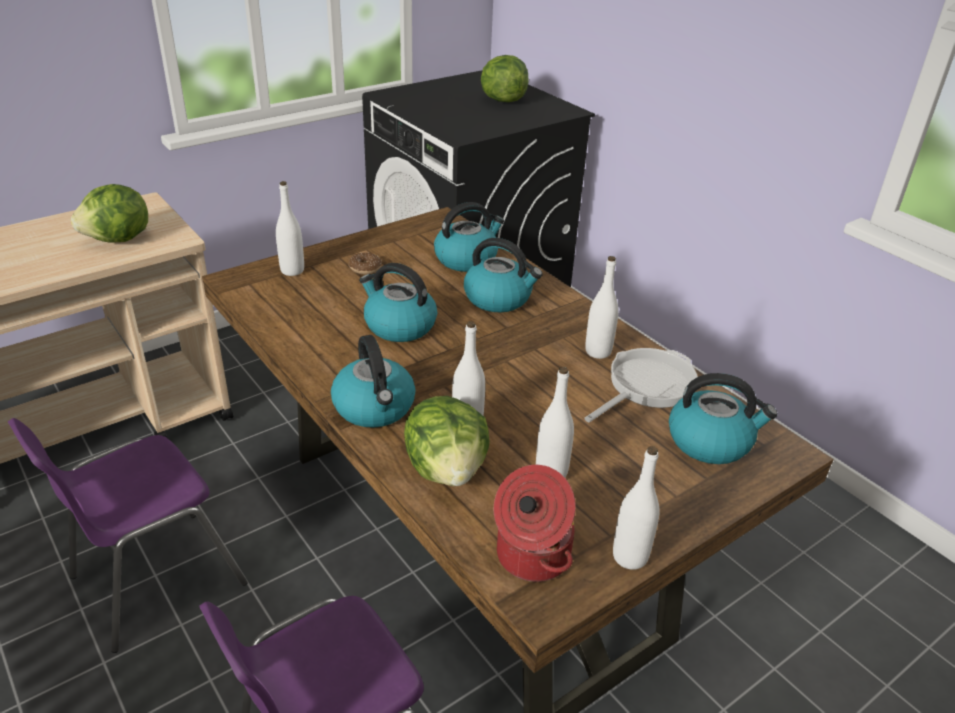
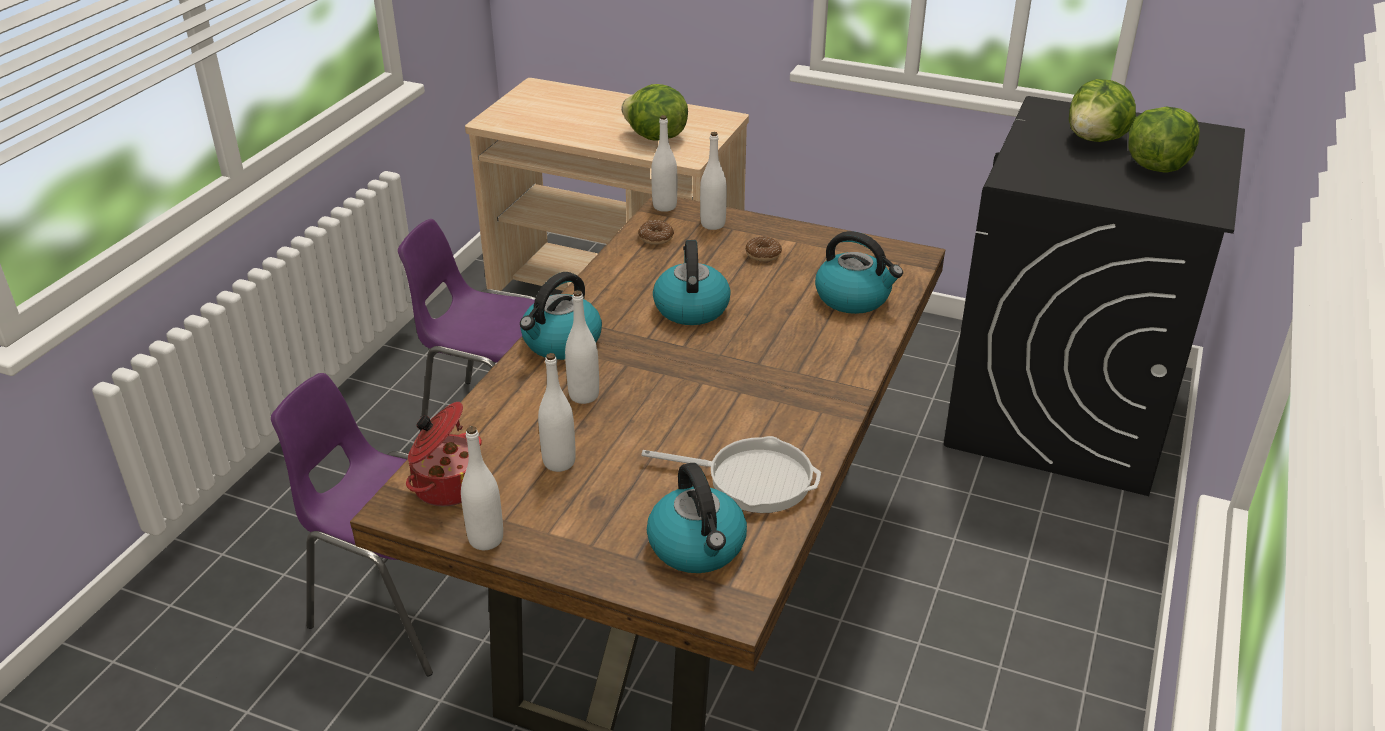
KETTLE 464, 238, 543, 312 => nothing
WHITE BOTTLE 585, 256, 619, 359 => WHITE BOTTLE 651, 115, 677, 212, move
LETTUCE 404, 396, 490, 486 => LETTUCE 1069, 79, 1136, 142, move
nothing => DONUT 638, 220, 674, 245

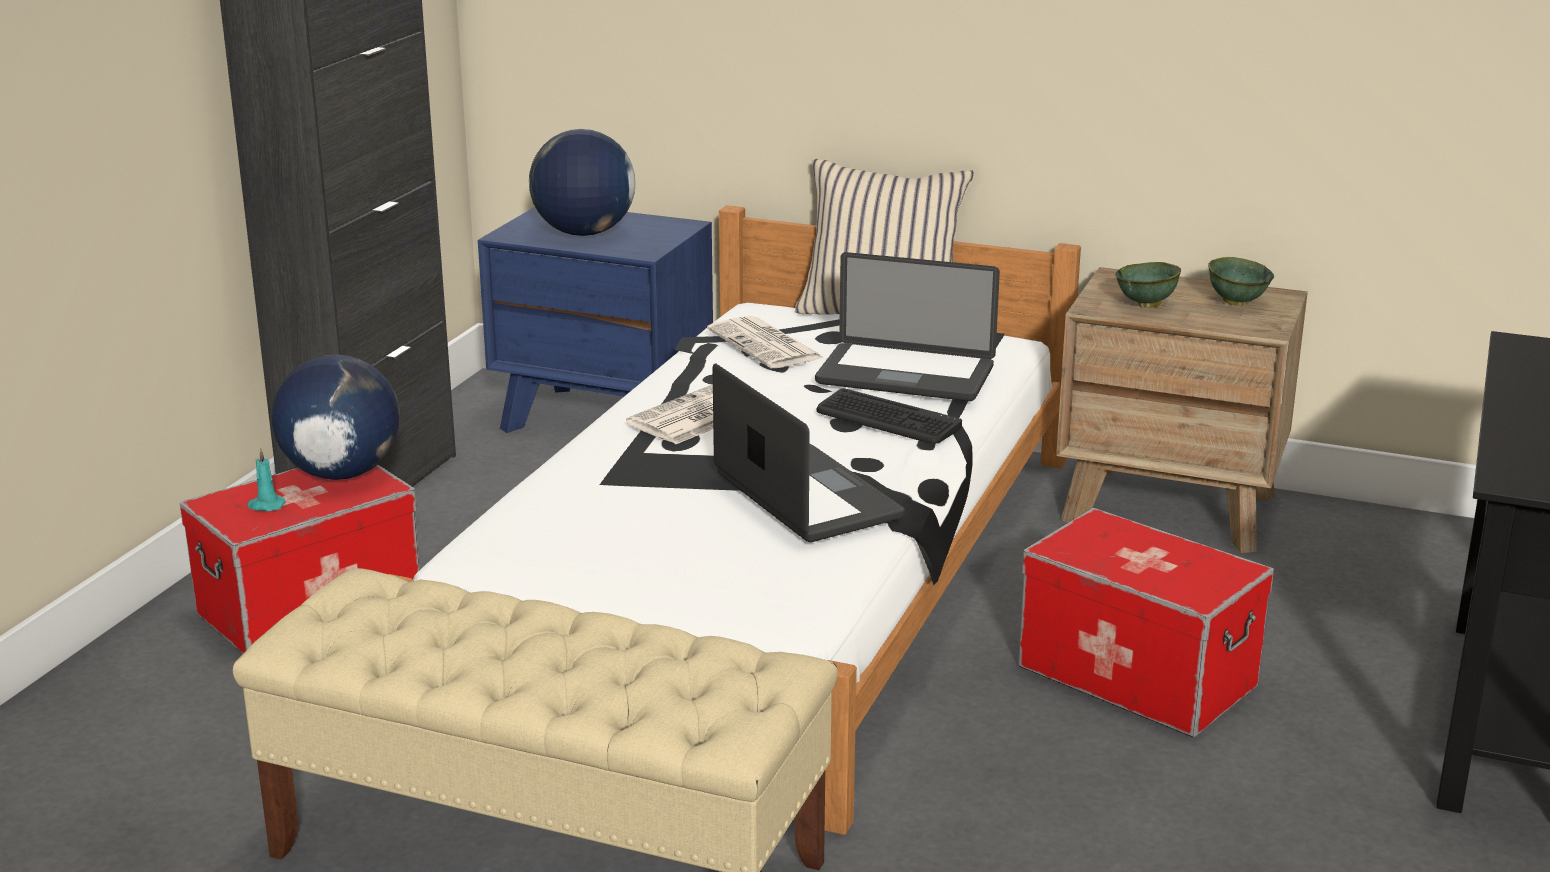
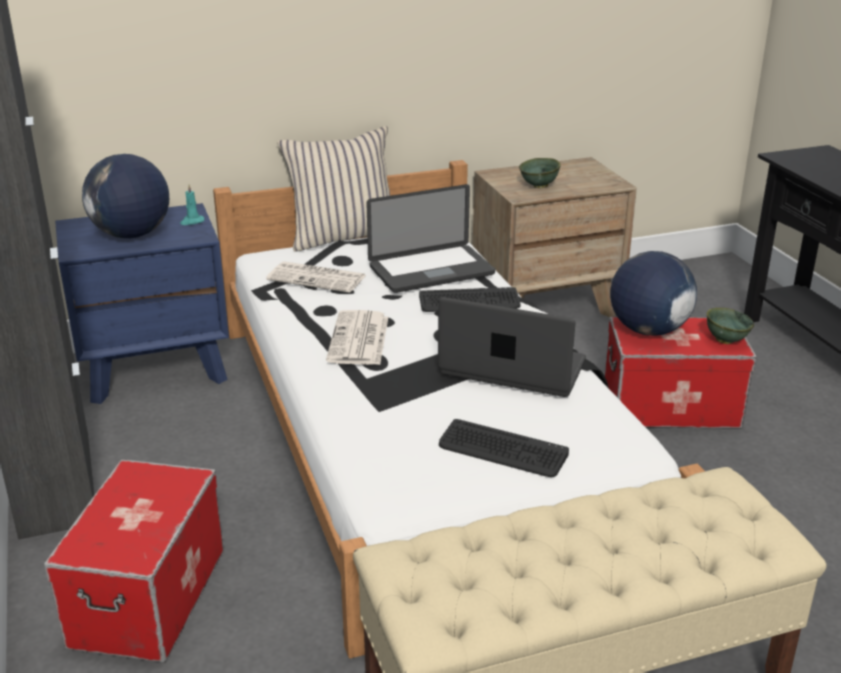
GREEN BOWL 1208, 257, 1274, 306 => GREEN BOWL 707, 308, 754, 344, move
GLOBE 272, 354, 400, 480 => GLOBE 610, 251, 697, 336, move
TURQUOISE CANDLE 247, 448, 286, 511 => TURQUOISE CANDLE 180, 184, 205, 225, move
nothing => KEYBOARD 439, 419, 569, 477

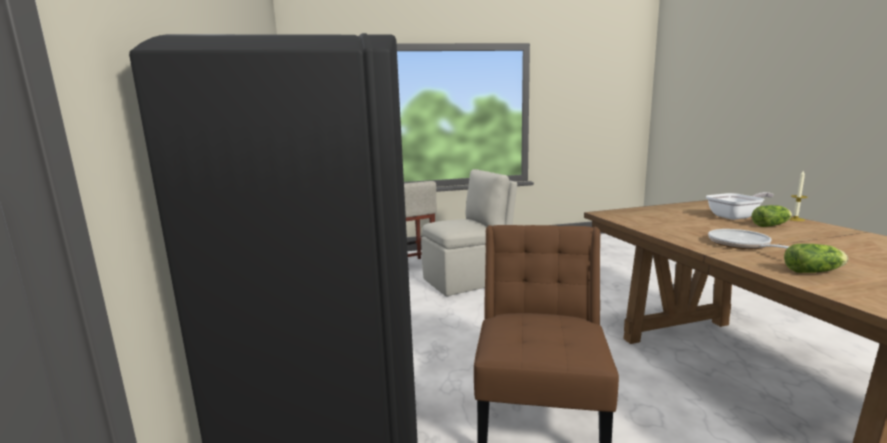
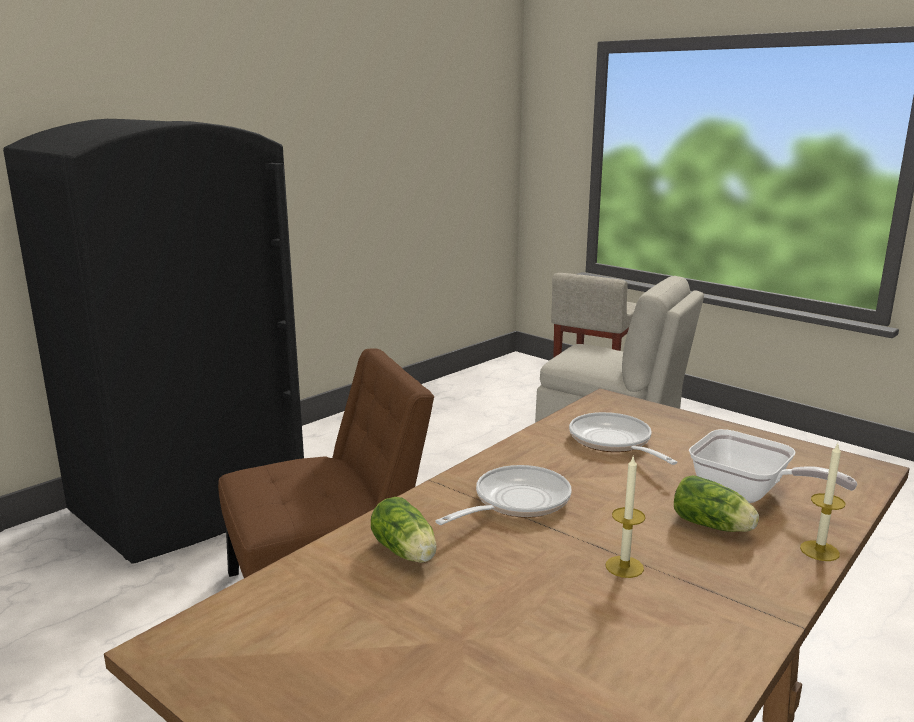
nothing => FRYING PAN 569, 412, 678, 465
nothing => CANDLE 605, 455, 645, 578

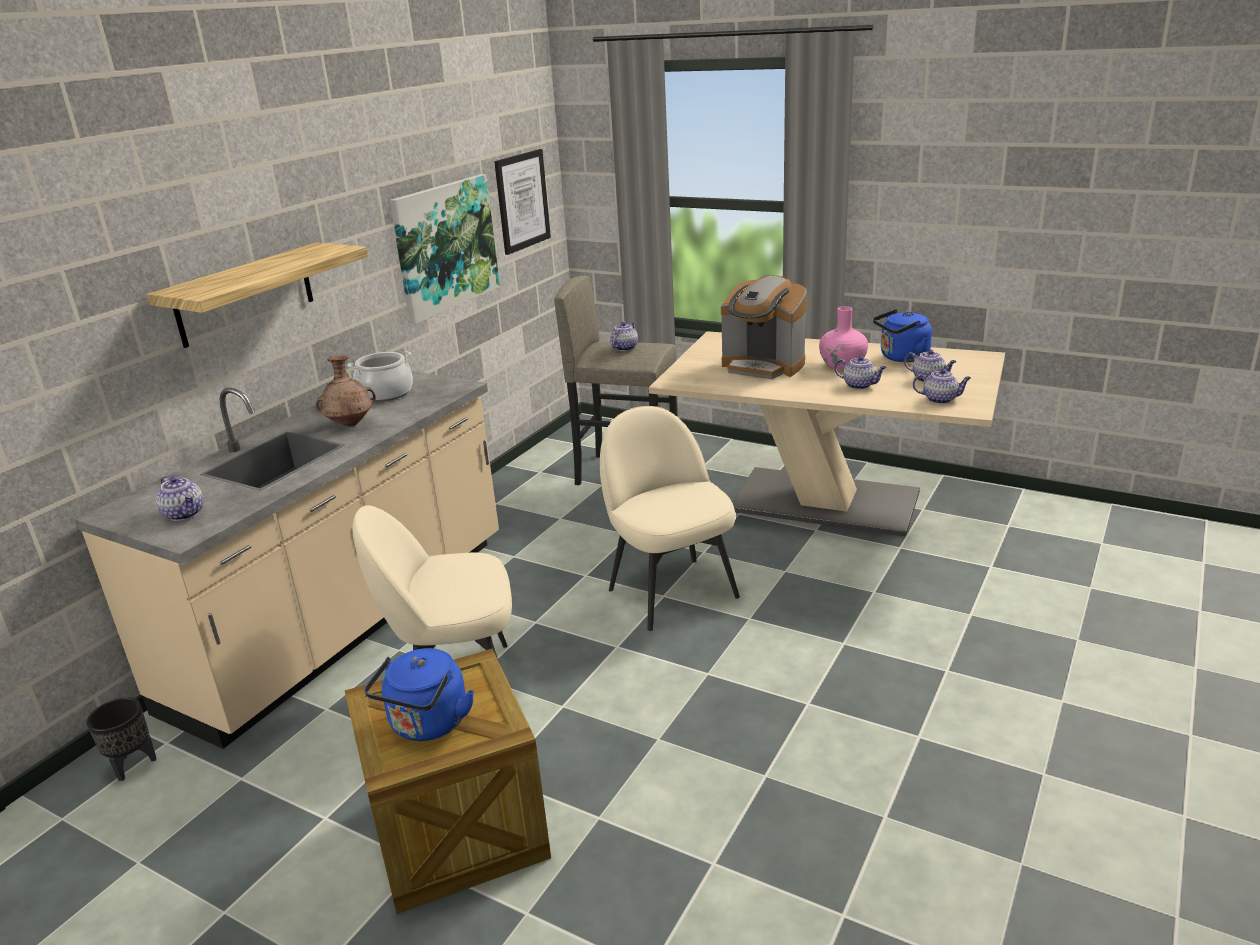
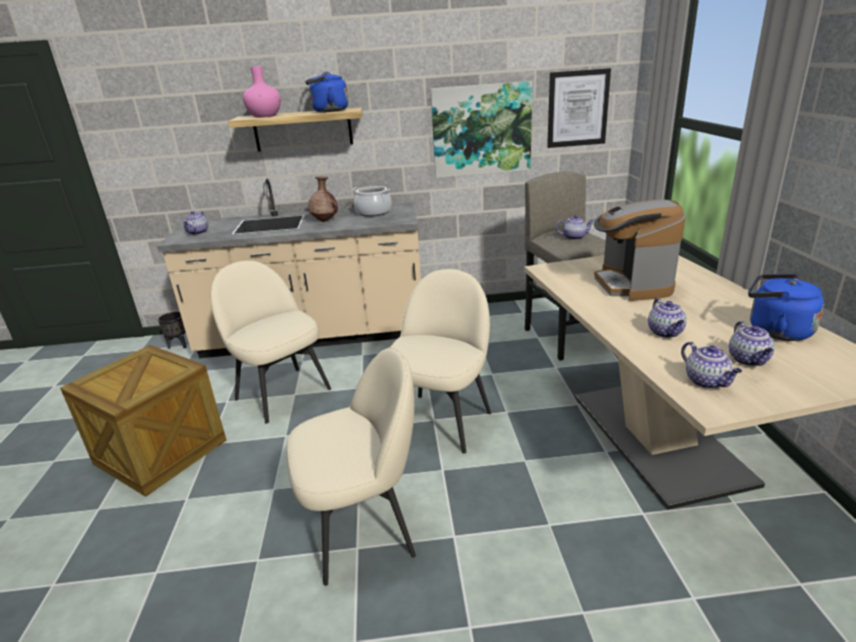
PINK VASE 819, 306, 868, 370 => PINK VASE 243, 66, 281, 118, move
BLUE KETTLE 364, 648, 474, 741 => BLUE KETTLE 305, 72, 348, 112, move
nothing => BEIGE CHAIR 286, 348, 416, 586

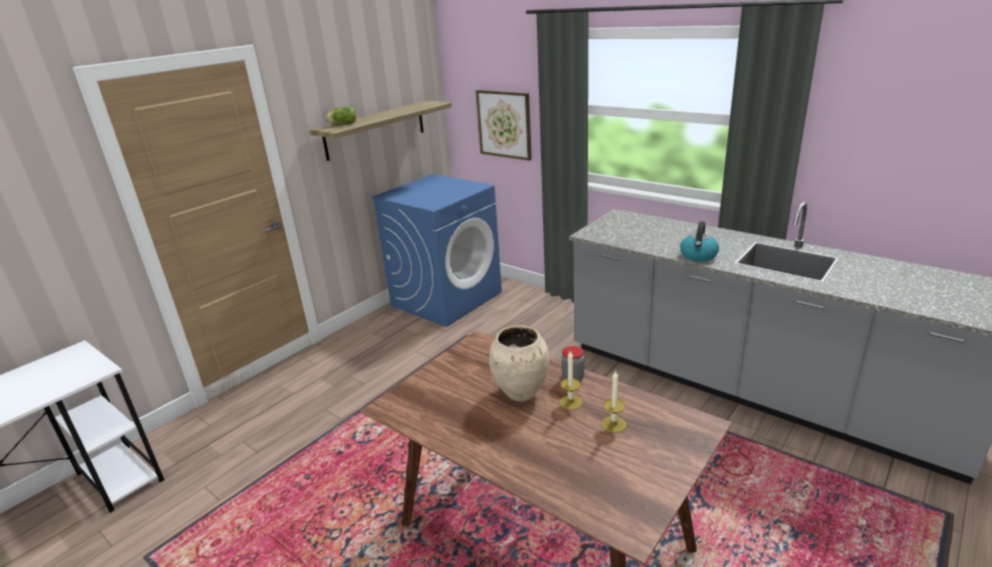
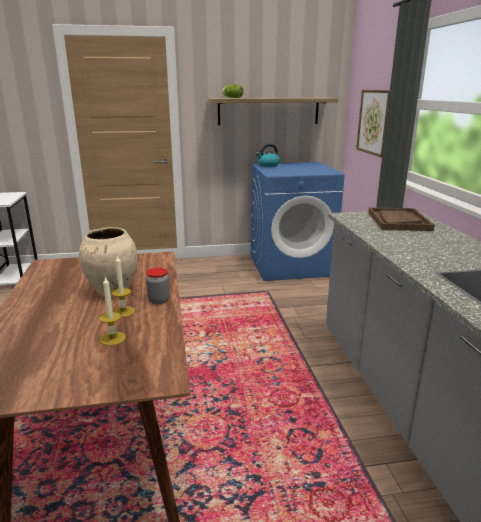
KETTLE 680, 221, 719, 261 => KETTLE 256, 144, 280, 167, move
nothing => BROWN TRAY 368, 208, 435, 231

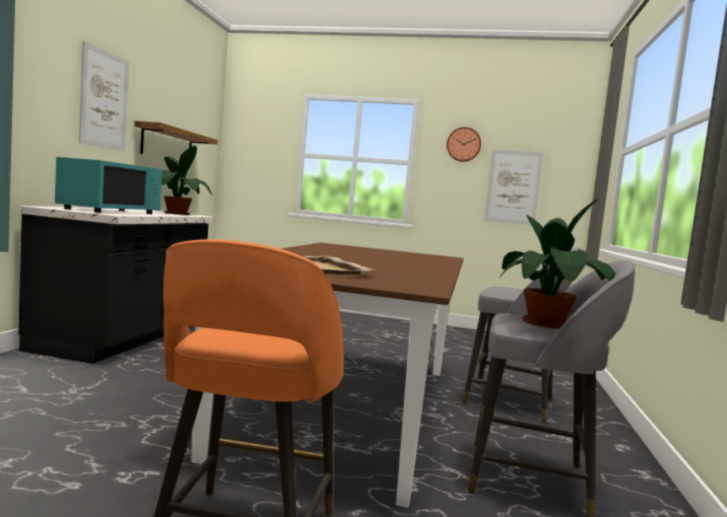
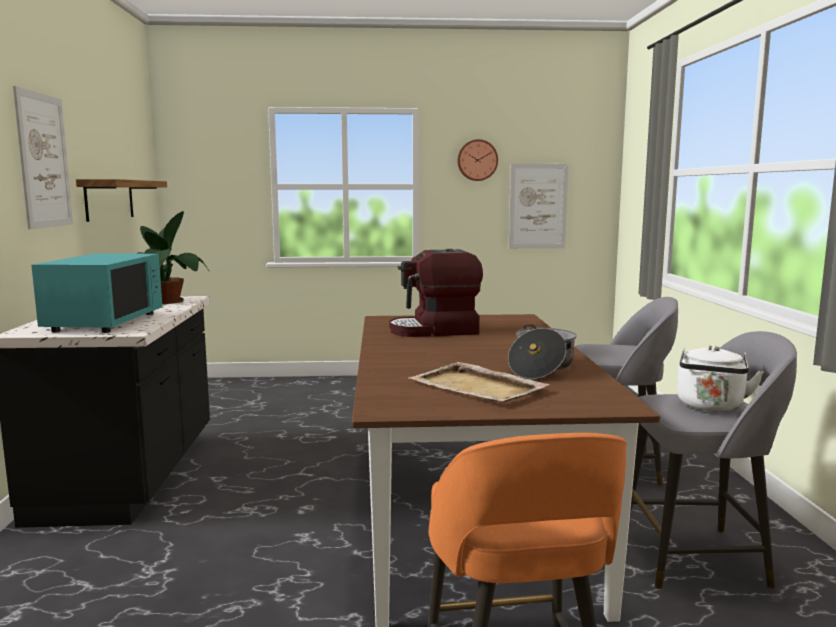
POTTED PLANT 500, 199, 616, 329 => WHITE KETTLE 677, 345, 763, 412
nothing => COFFEE MACHINE 389, 249, 483, 337
nothing => COOKING POT 508, 325, 576, 379

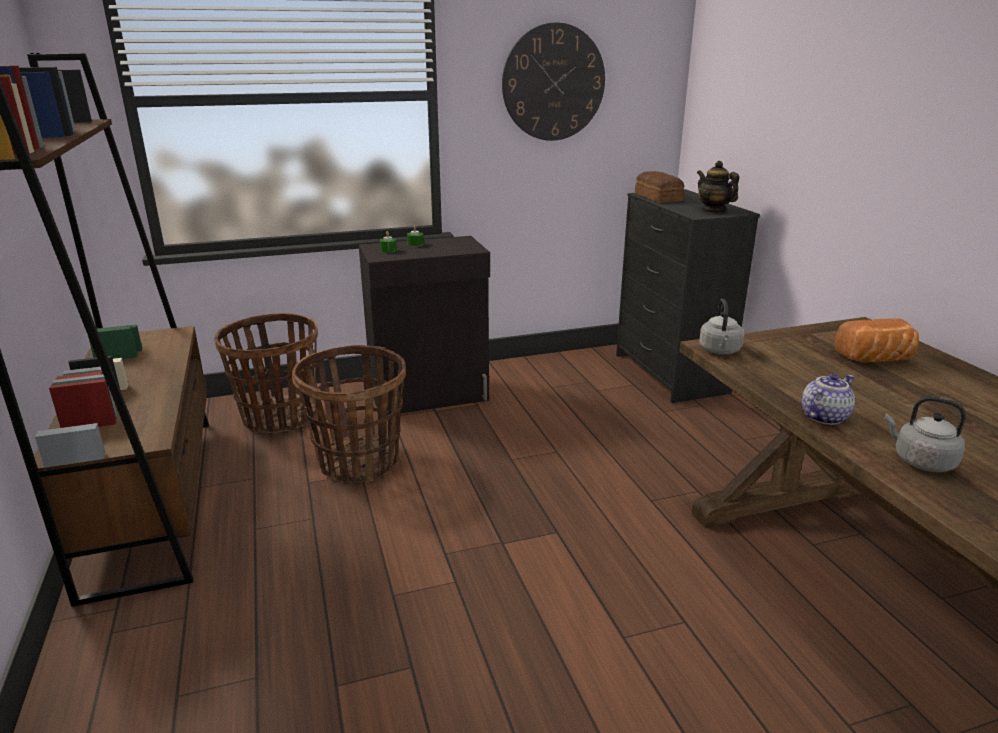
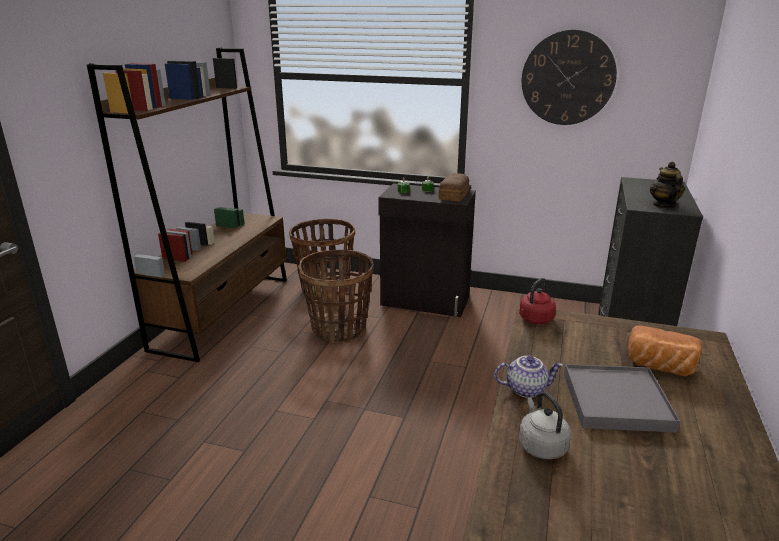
BREAD 635, 171, 685, 202 => BREAD 438, 173, 470, 201, move
GREY KETTLE 699, 299, 744, 354 => RED KETTLE 519, 278, 556, 324
nothing => GREY TRAY 564, 364, 680, 432

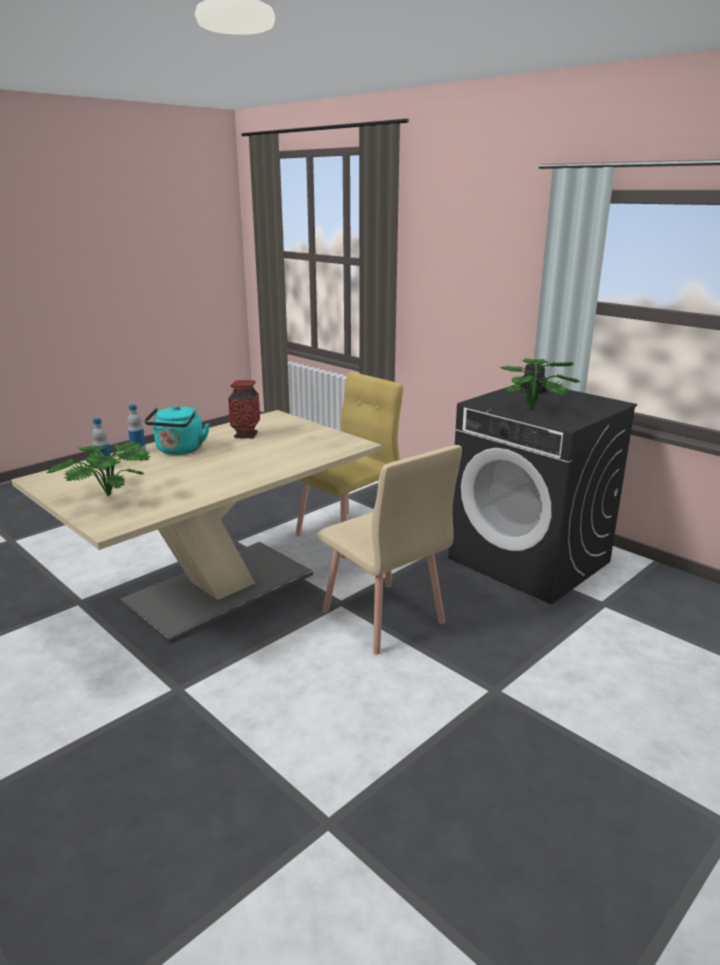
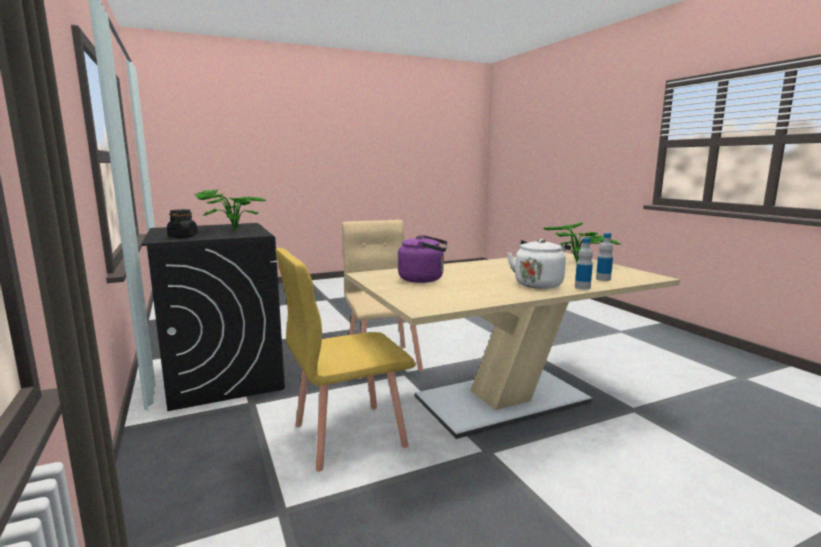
VASE 228, 380, 260, 439 => nothing
TURQUOISE KETTLE 144, 405, 210, 455 => WHITE KETTLE 507, 239, 571, 289
nothing => PURPLE KETTLE 398, 235, 448, 283

